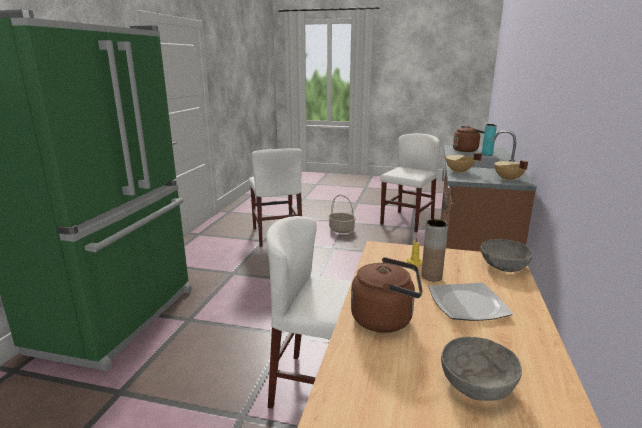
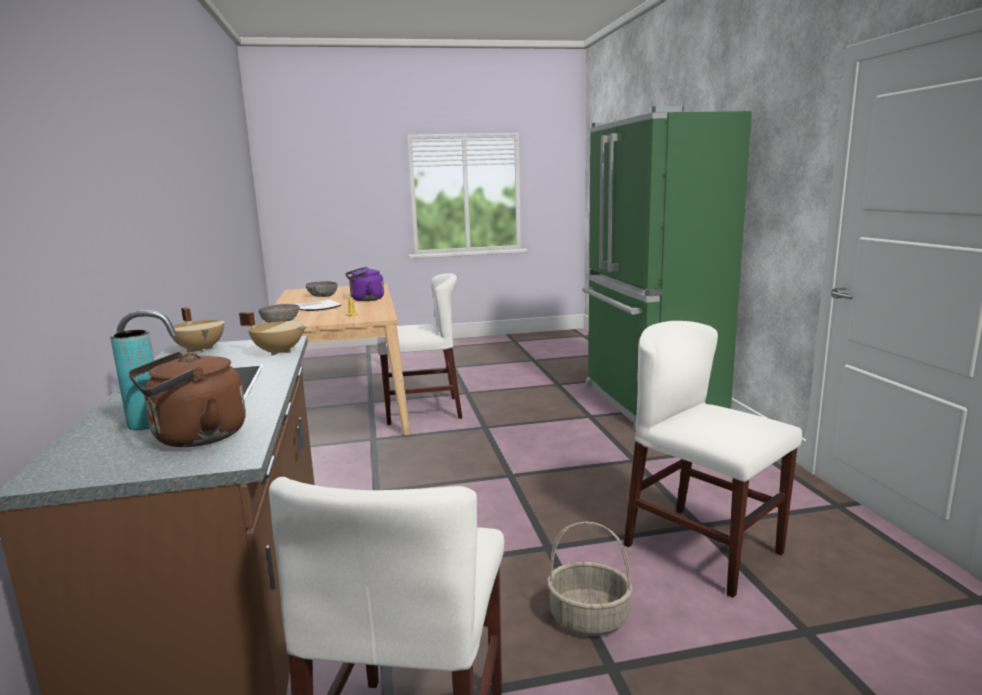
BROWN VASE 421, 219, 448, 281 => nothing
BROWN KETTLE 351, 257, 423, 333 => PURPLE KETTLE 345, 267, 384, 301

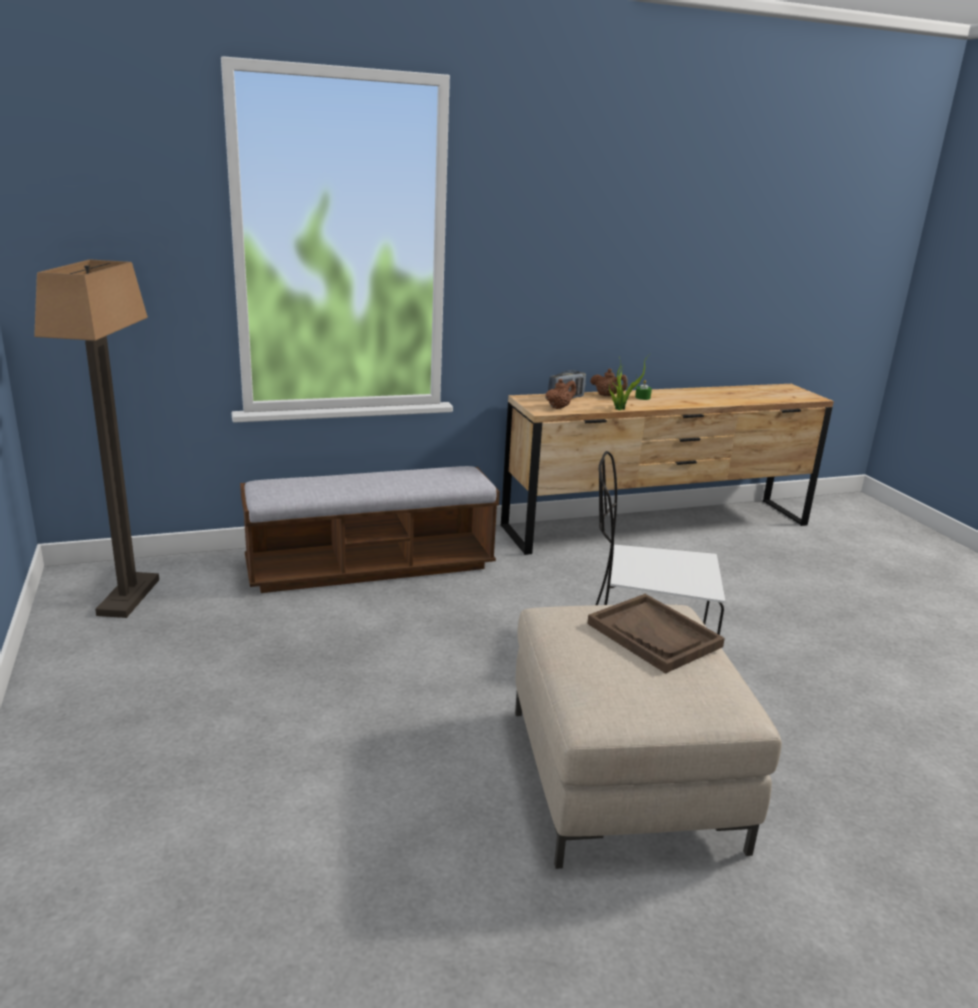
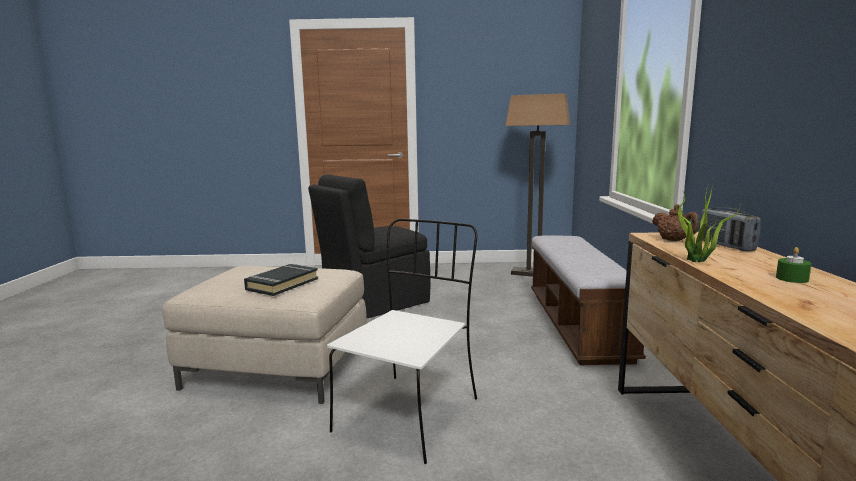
BROWN TEAPOT 590, 369, 628, 397 => nothing
BROWN TRAY 587, 594, 725, 674 => BLACK BOOK 244, 264, 318, 296
nothing => BLACK CHAIR 308, 174, 430, 318

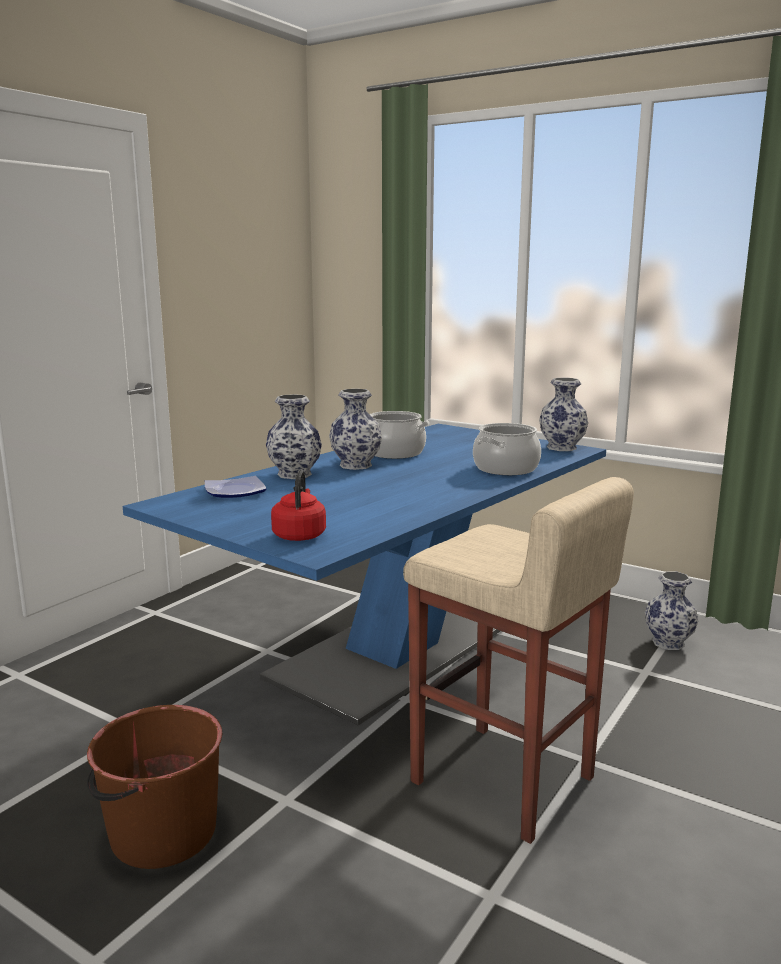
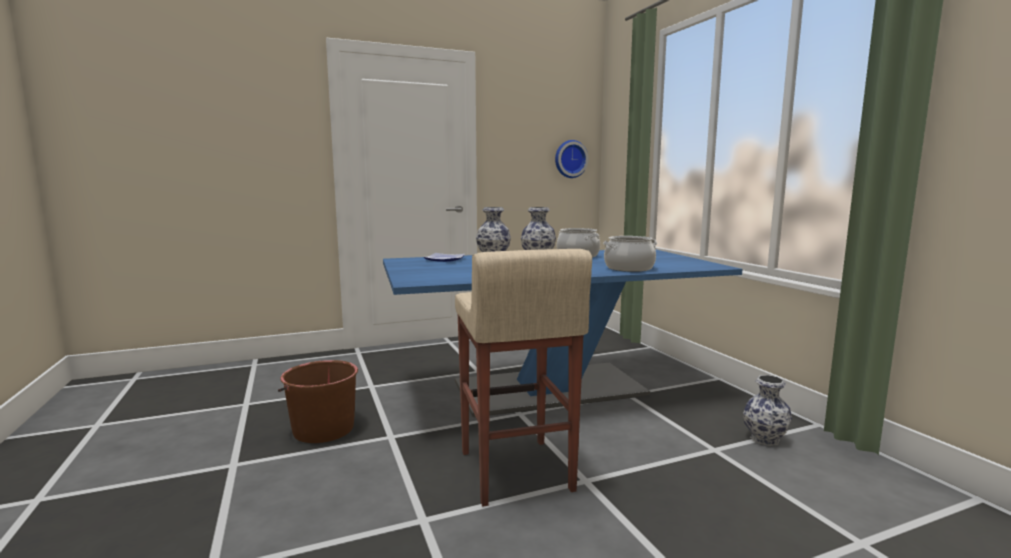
VASE 539, 378, 588, 451 => nothing
RED KETTLE 271, 469, 326, 541 => nothing
nothing => WALL CLOCK 555, 140, 588, 178

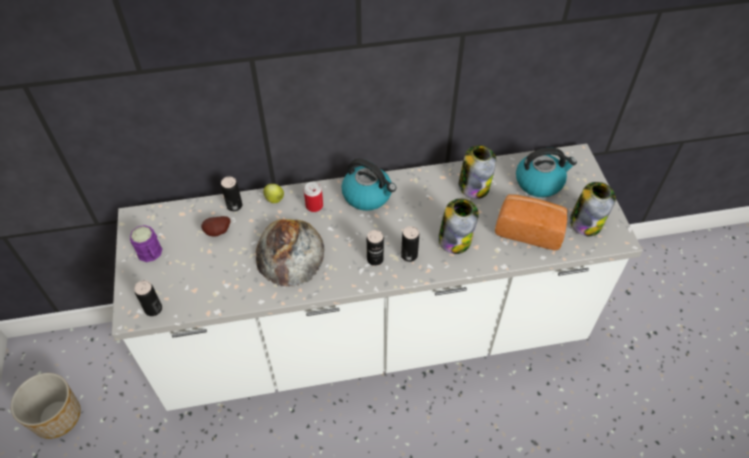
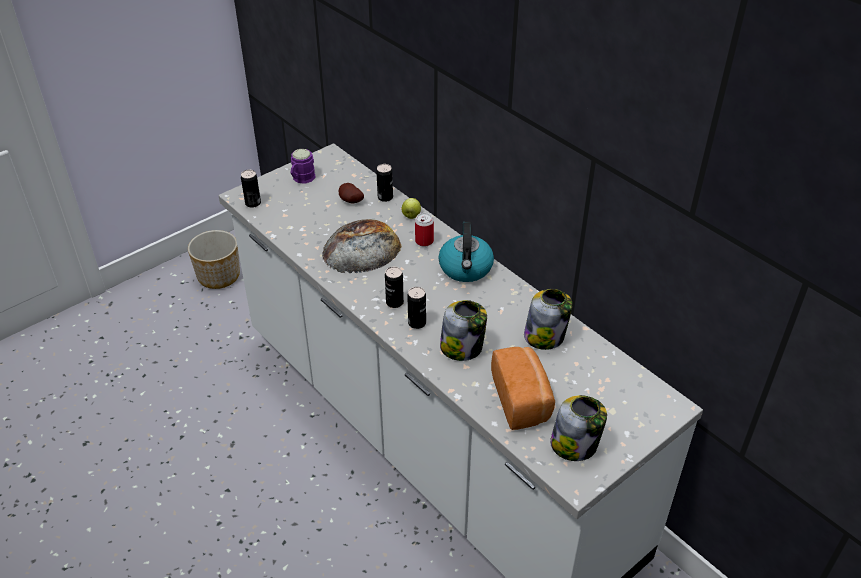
KETTLE 516, 148, 577, 197 => nothing

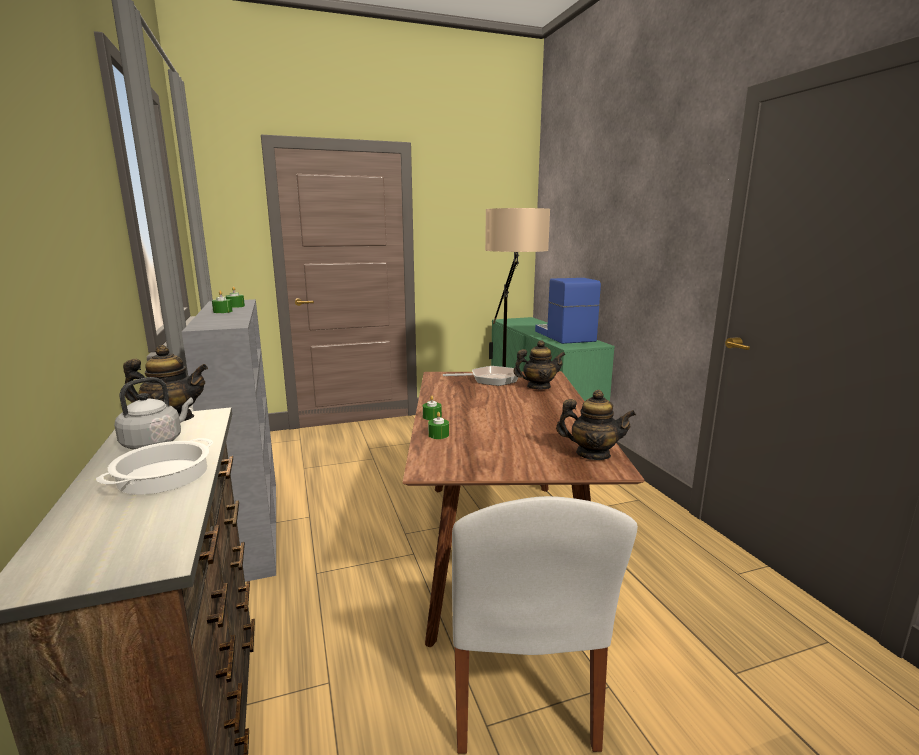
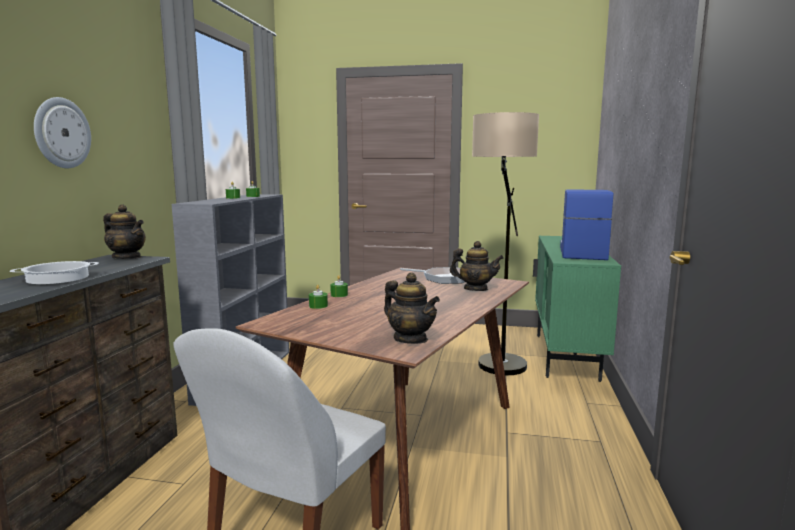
GREY KETTLE 114, 377, 193, 450 => nothing
nothing => WALL CLOCK 34, 97, 91, 168

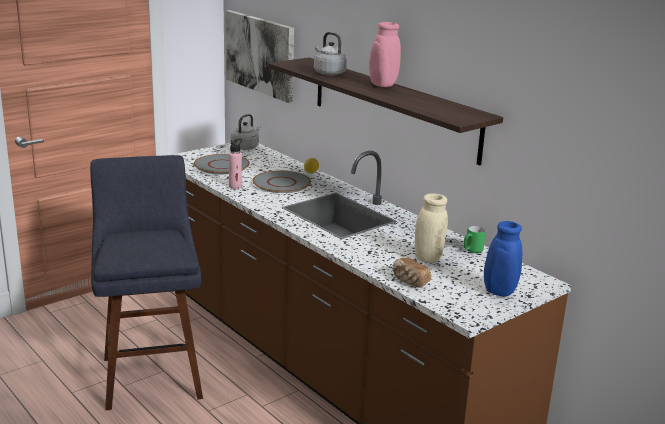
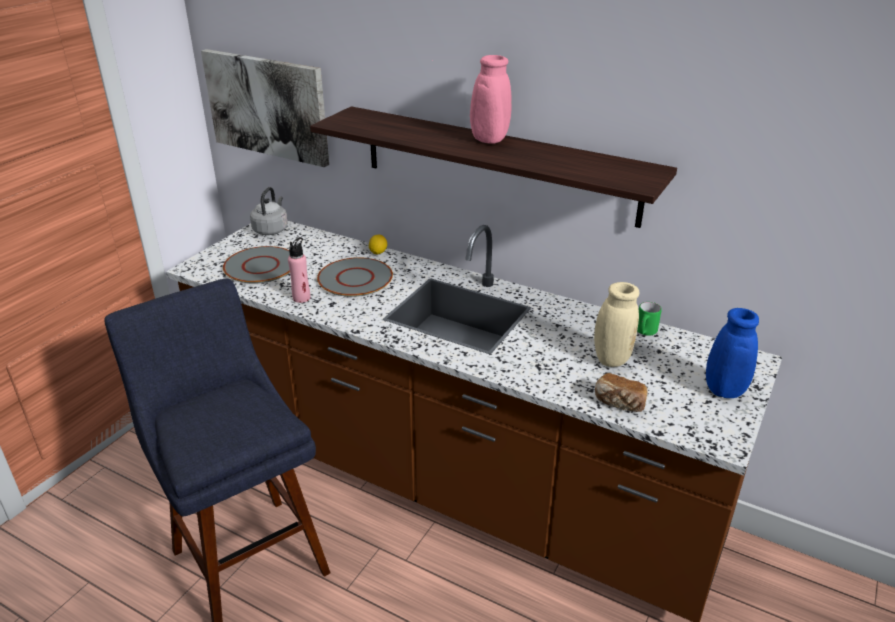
GREY KETTLE 314, 32, 347, 76 => nothing

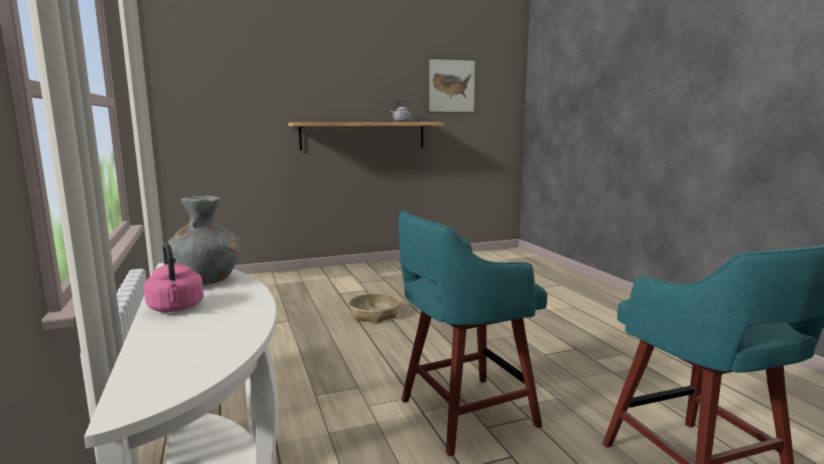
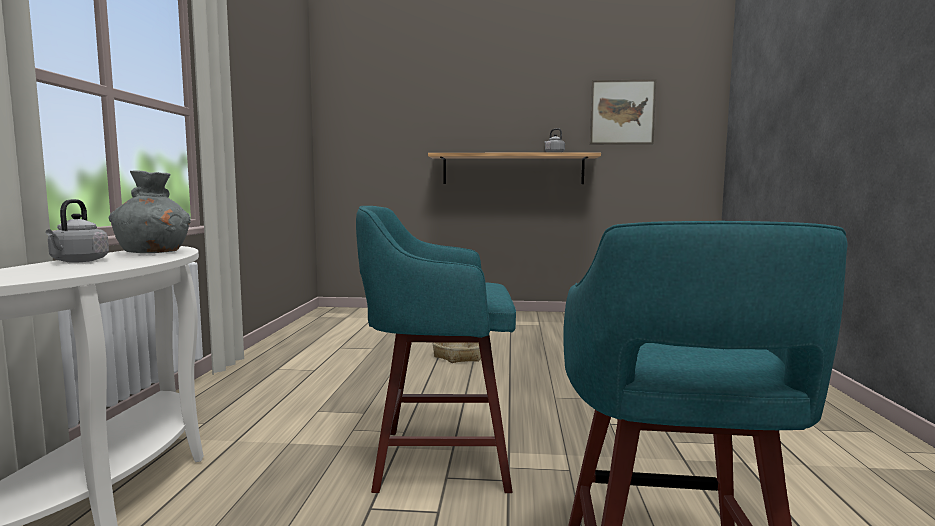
PINK KETTLE 144, 242, 204, 312 => GREY KETTLE 46, 199, 109, 263

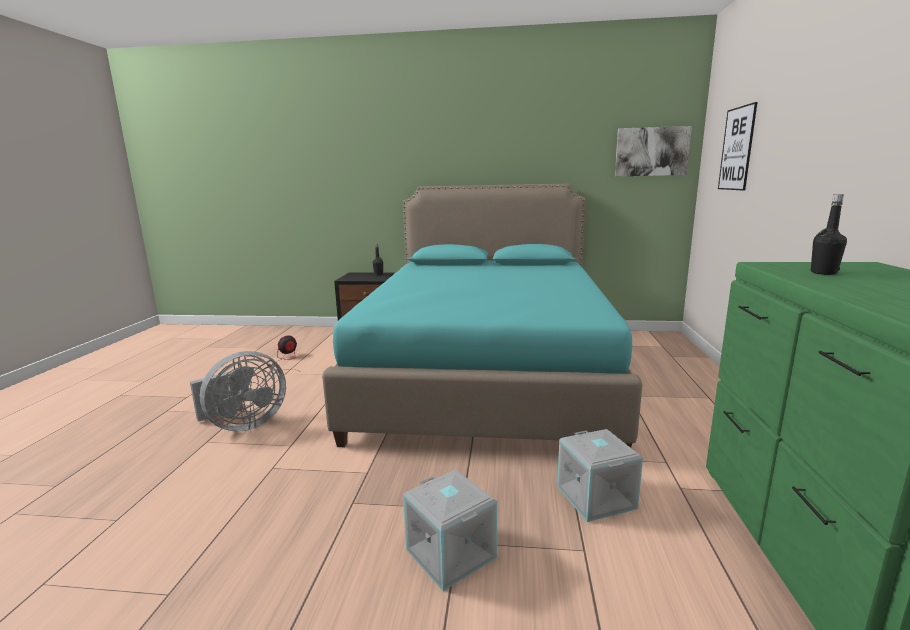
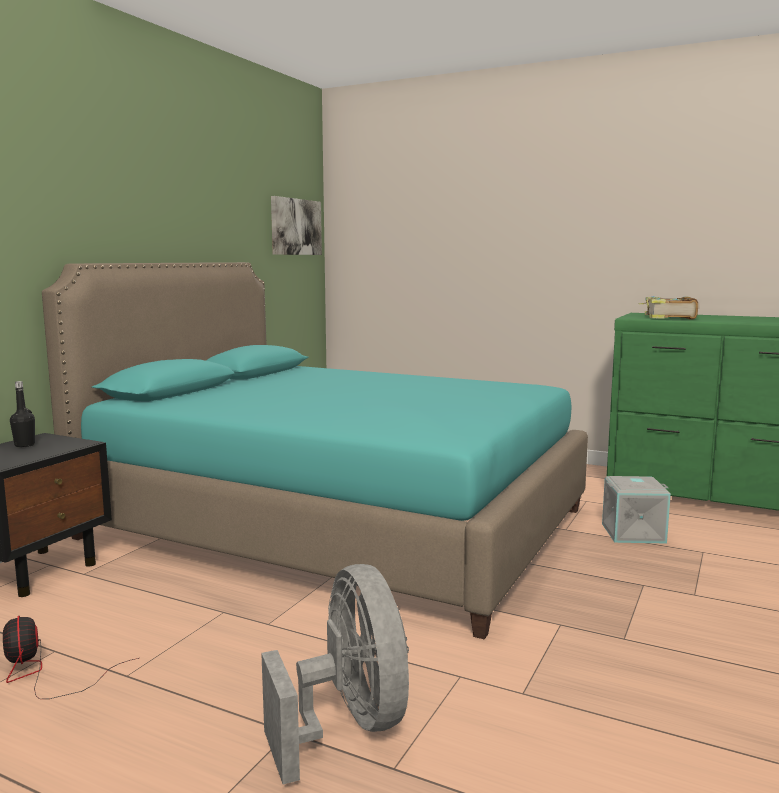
PICTURE 718, 102, 757, 191 => nothing
BLACK BOTTLE 811, 194, 847, 275 => BOOK 638, 297, 698, 320
GREY STORAGE BOX 403, 470, 497, 591 => nothing

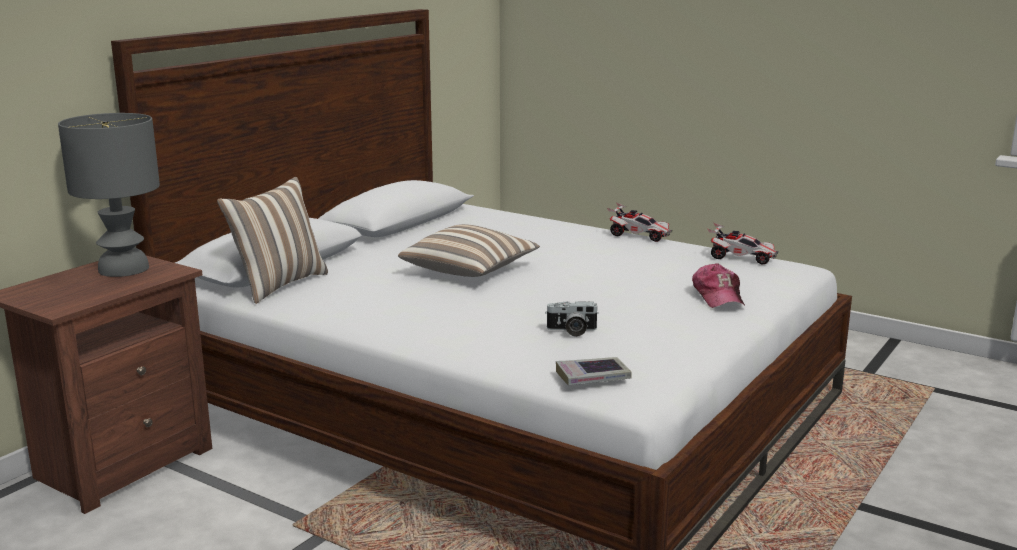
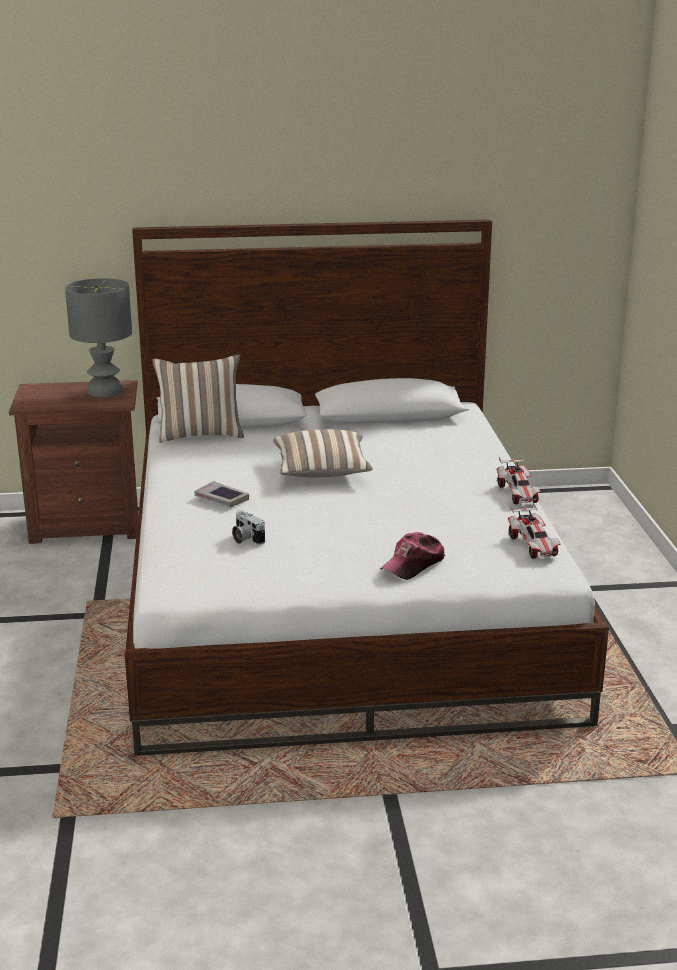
BOOK 556, 357, 631, 385 => BOOK 195, 481, 249, 507, move

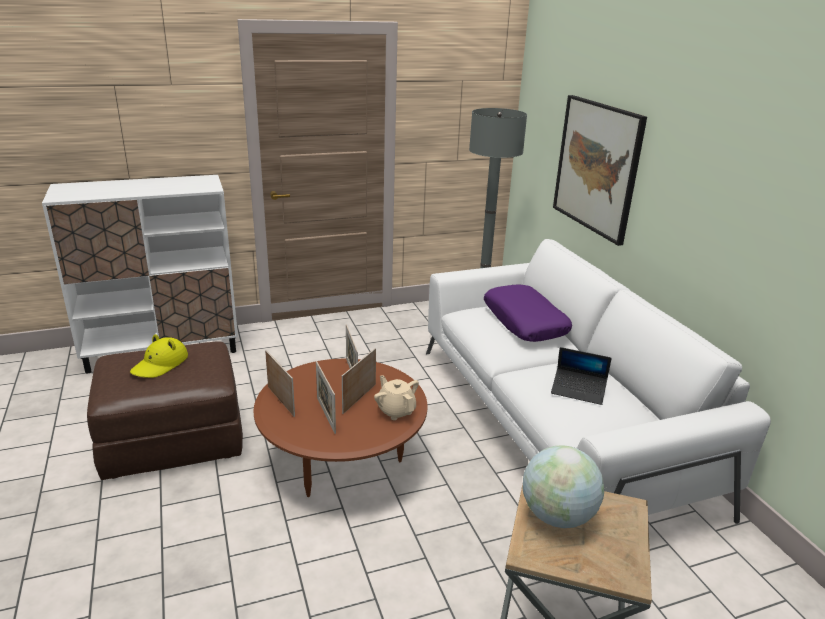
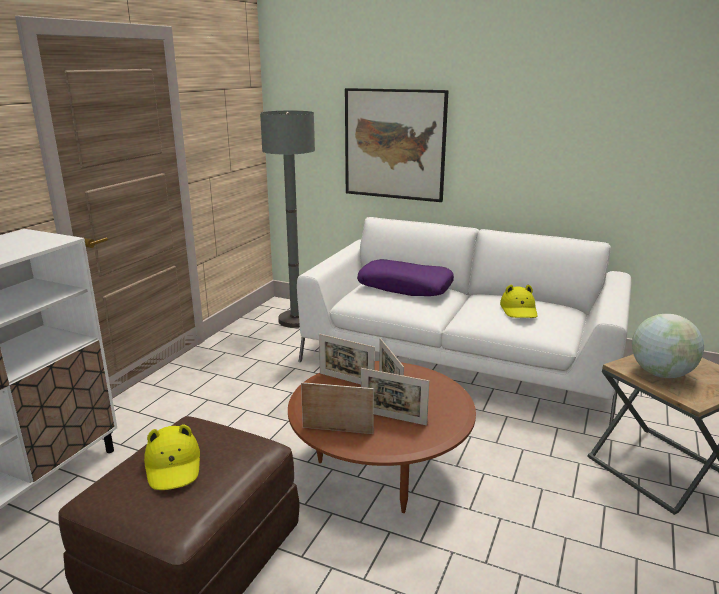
LAPTOP 551, 347, 612, 405 => YELLOW HAT 500, 285, 537, 318
BEIGE TEAPOT 374, 375, 419, 420 => nothing

